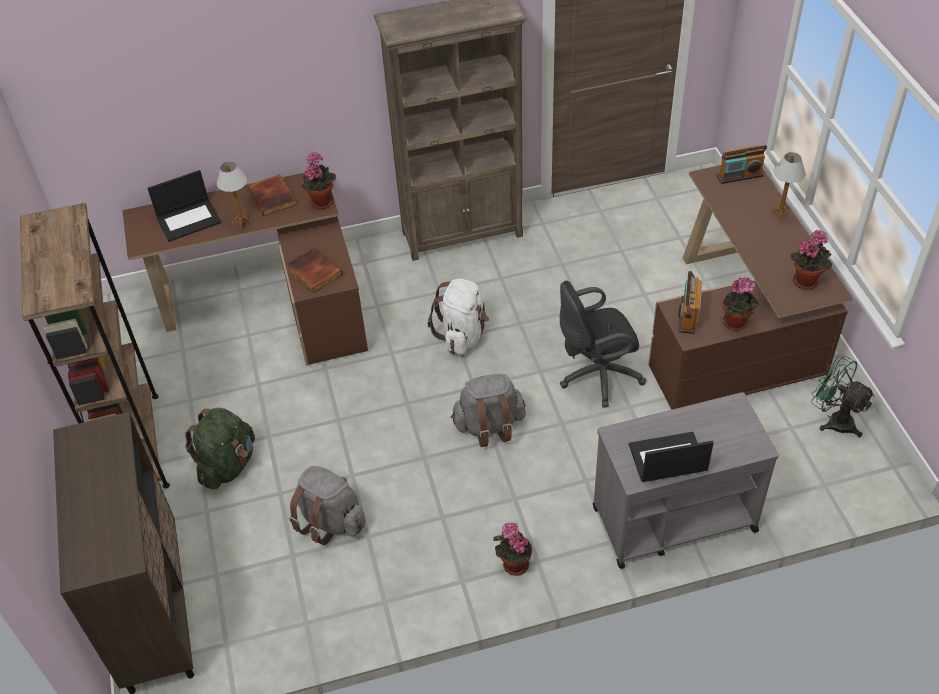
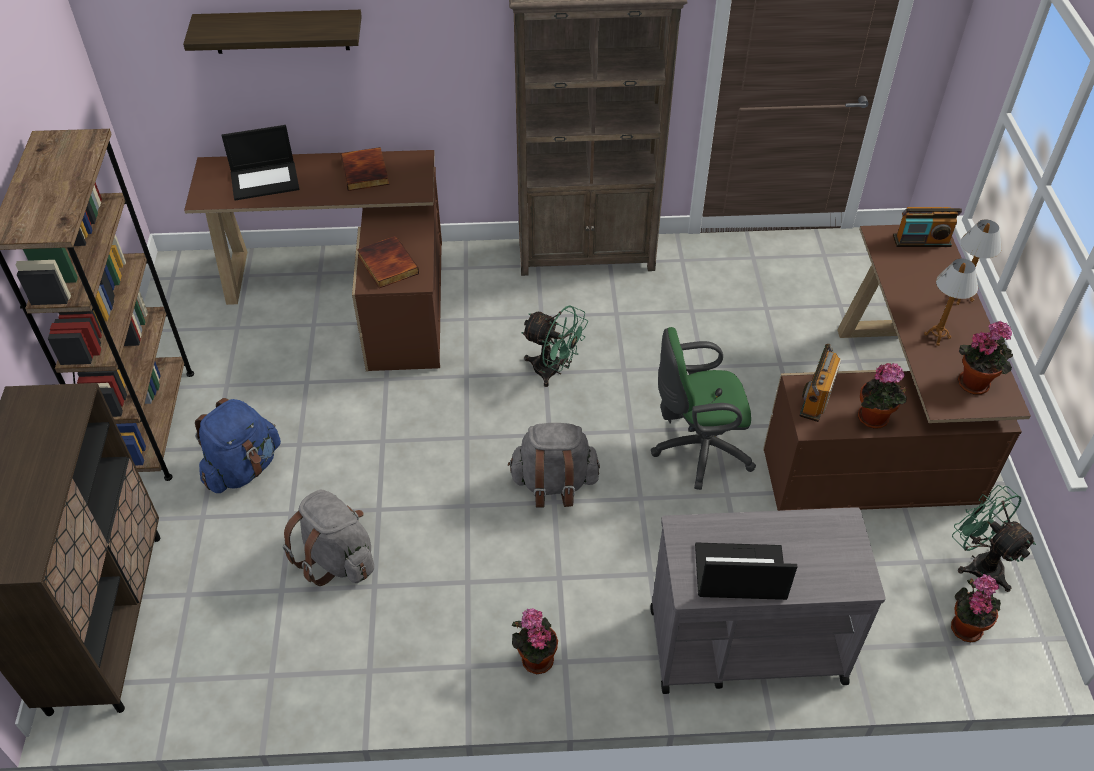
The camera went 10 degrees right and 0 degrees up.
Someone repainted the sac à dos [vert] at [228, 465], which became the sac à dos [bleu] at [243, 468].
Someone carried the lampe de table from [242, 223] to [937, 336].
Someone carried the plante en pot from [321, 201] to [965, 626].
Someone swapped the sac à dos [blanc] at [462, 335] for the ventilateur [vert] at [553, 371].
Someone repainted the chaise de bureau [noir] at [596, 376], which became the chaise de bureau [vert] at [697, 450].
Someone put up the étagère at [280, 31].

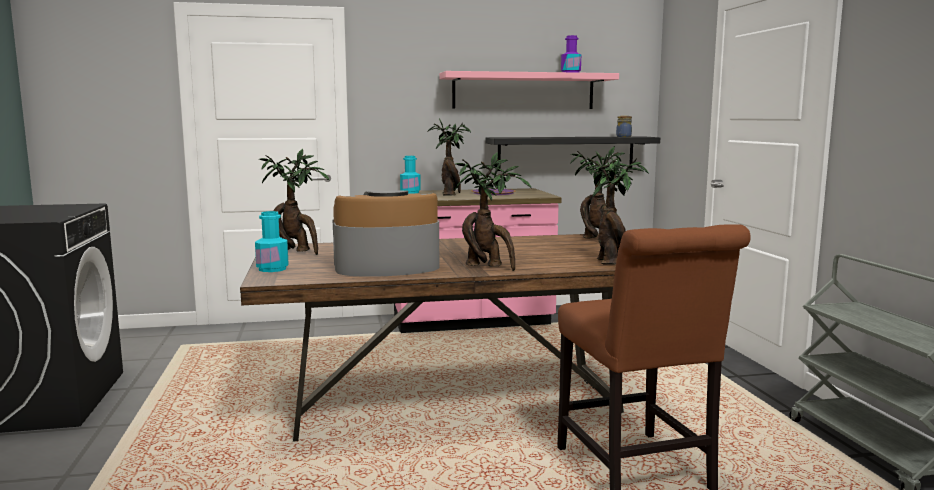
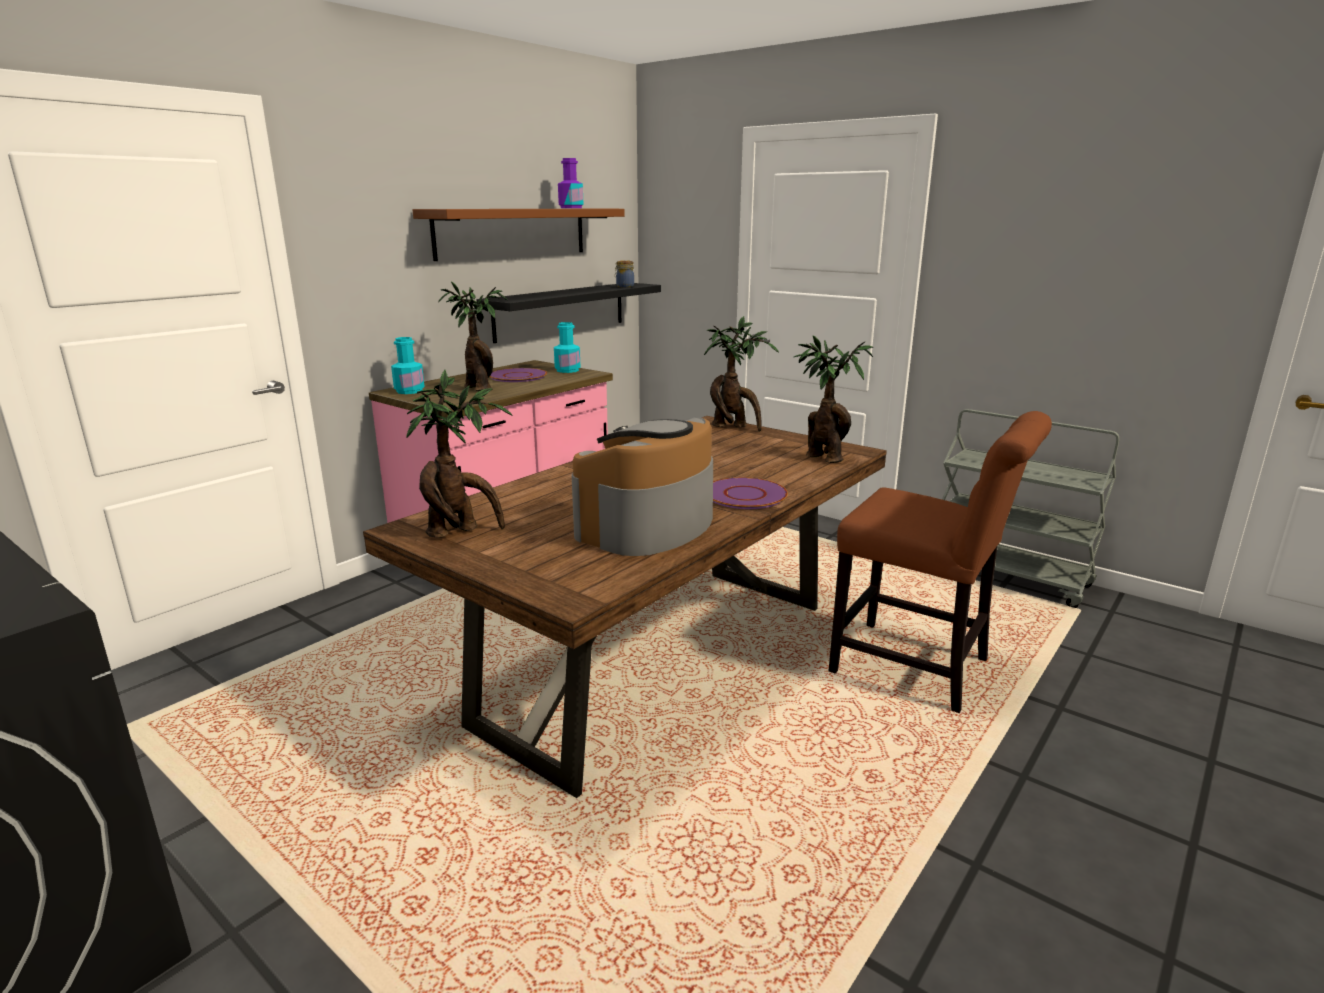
The camera went 40 degrees left and 10 degrees up.
Someone carried the bouteille [turquoise] from [272, 269] to [567, 370].
Someone repainted the étagère [rose] at [523, 91], which became the étagère [marron] at [512, 232].
Someone swapped the plante en pot at [488, 266] for the assiette [violet] at [744, 495].

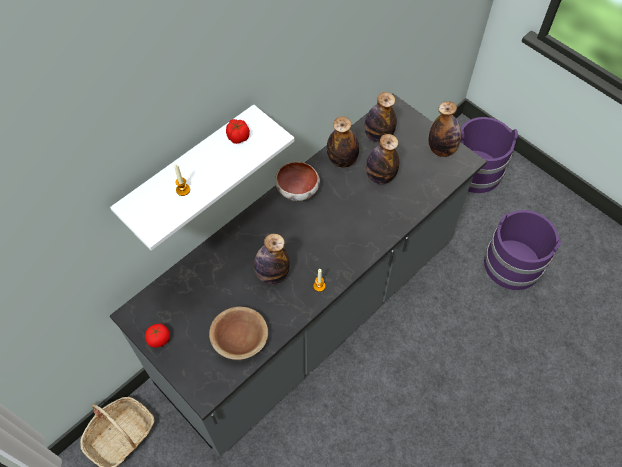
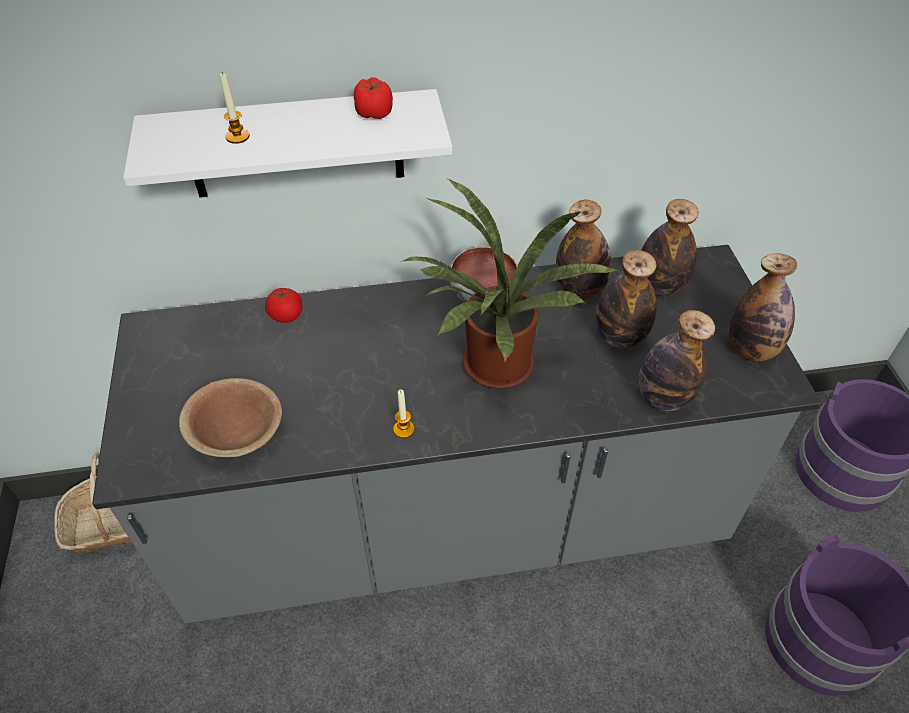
The camera went 35 degrees right and 10 degrees down.
Someone carried the tomate from [159, 339] to [286, 315].
Someone carried the bouteille from [272, 274] to [663, 397].
Someone put down the plante en pot at [494, 370].

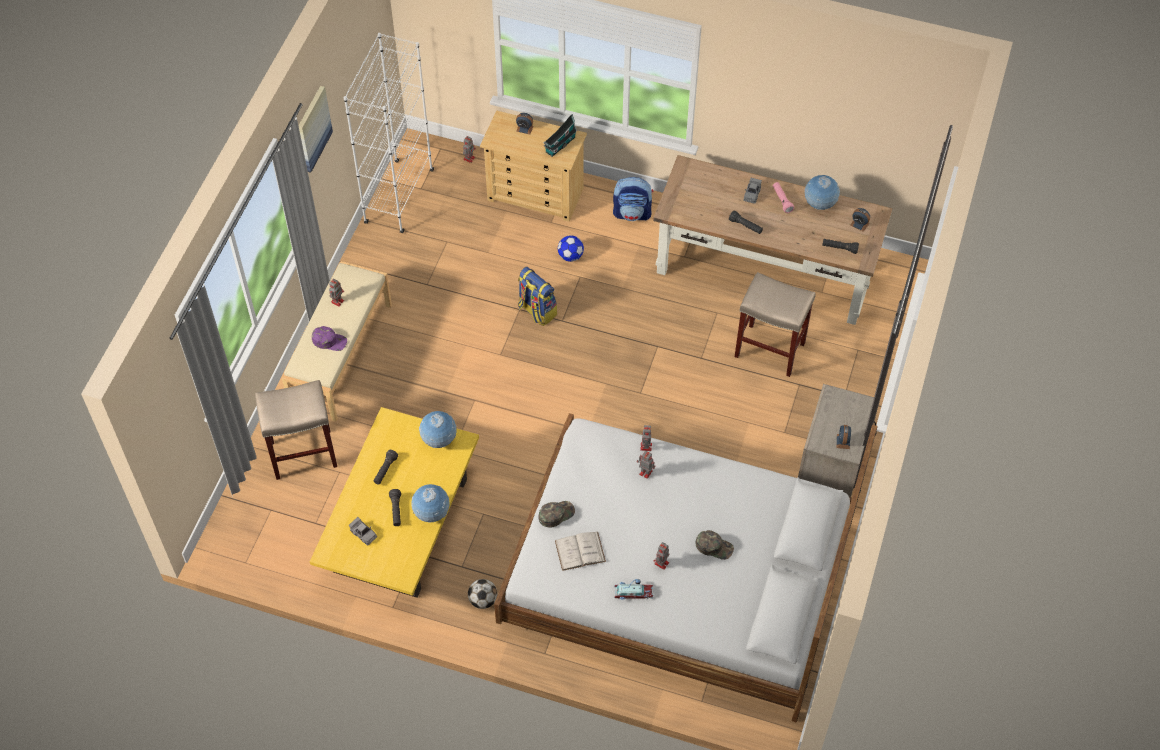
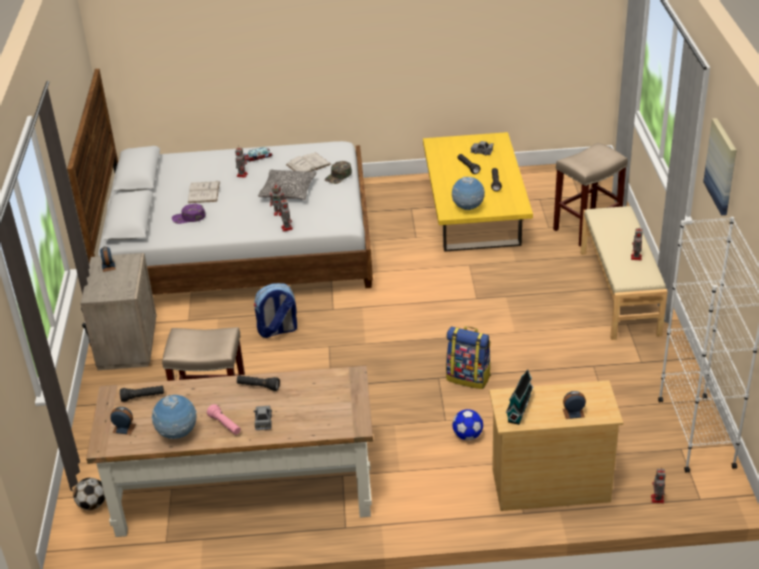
The camera went 160 degrees right and 20 degrees down.
Someone carried the casquette [violet] from [329, 341] to [188, 217].
Someone took away the globe at [432, 513].
Someone carried the ballon de foot from [483, 600] to [92, 505].
Someone carried the sac à dos from [632, 213] to [277, 330].
Someone swapped the casquette [vert] at [714, 546] for the livre [blanc] at [203, 192].
Someone put down the coussin at [288, 191].

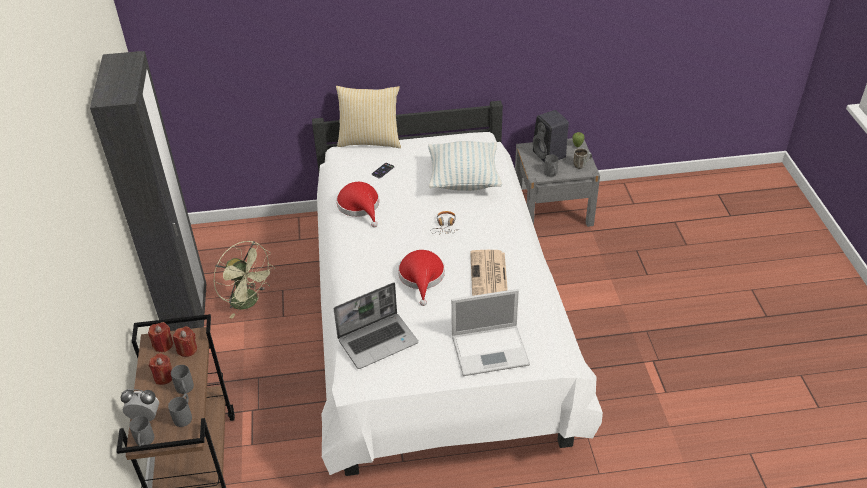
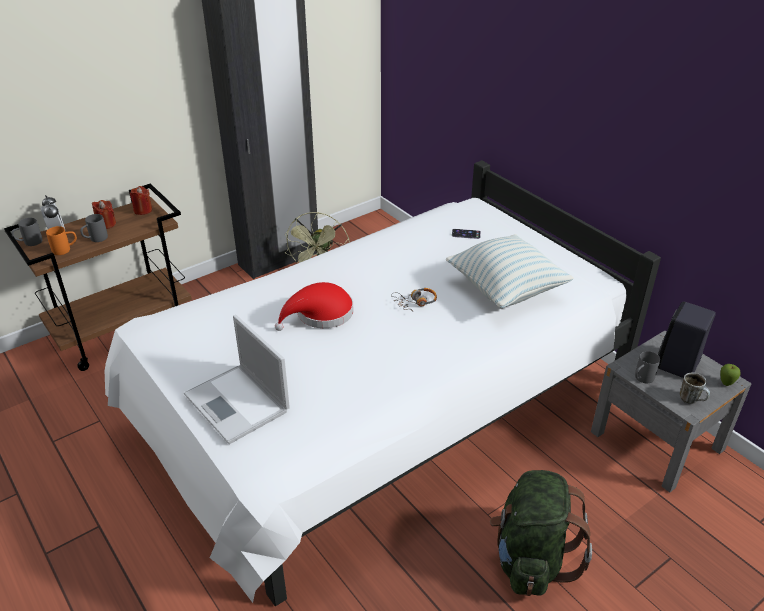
The camera went 60 degrees right and 5 degrees down.
Someone repainted the mug [gris] at [184, 415], which became the mug [orange] at [65, 250].
Someone took away the bougie [rouge] at [187, 349].
Someone took away the ordinateur portable at [378, 341].
Someone took away the coussin at [370, 141].
Someone took away the chapeau [rouge] at [360, 206].
Someone took away the journal at [489, 276].
Someone put down the sac à dos [vert] at [531, 559].

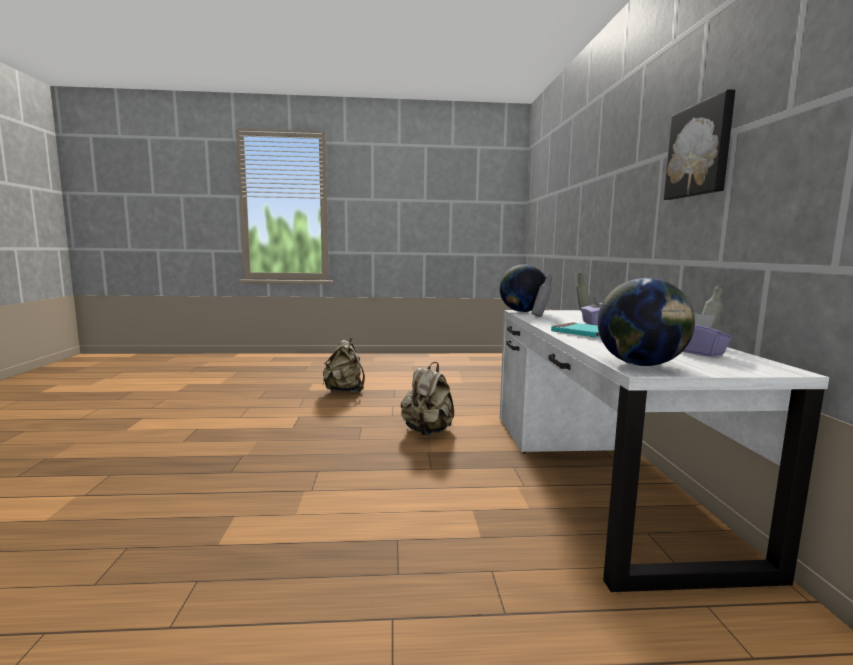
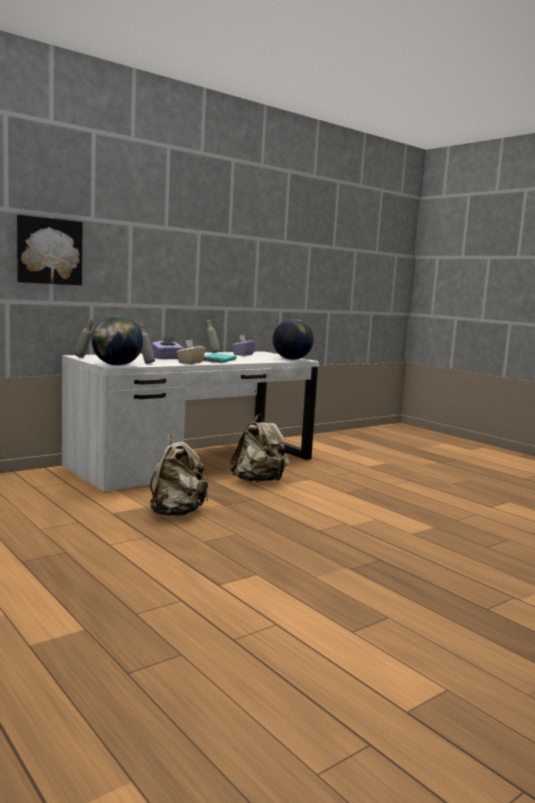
The camera went 125 degrees left and 0 degrees up.
Someone carried the sac à dos [beige] from [344, 391] to [259, 481].
Someone carried the tableau from [700, 150] to [49, 251].
Someone put down the boîte à mouchoirs [beige] at [190, 362].

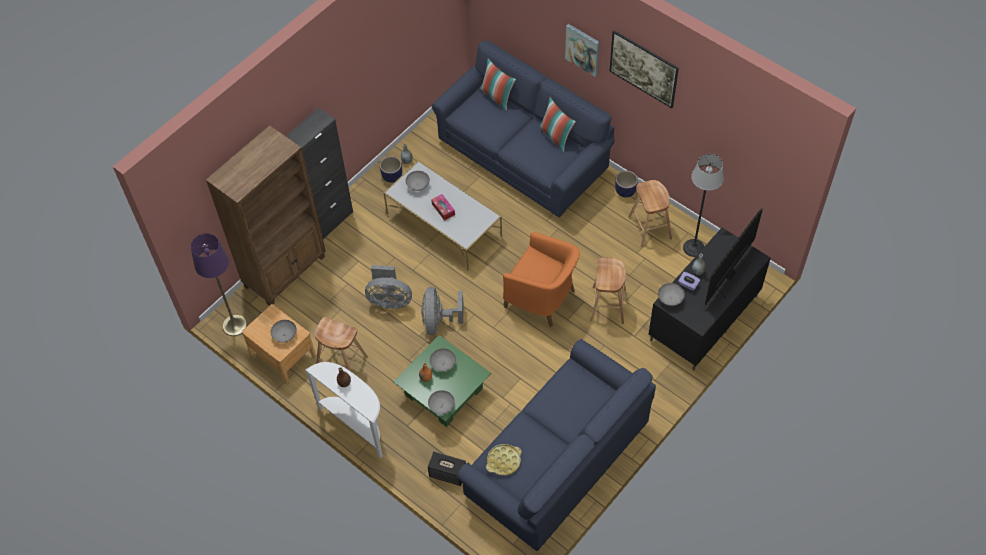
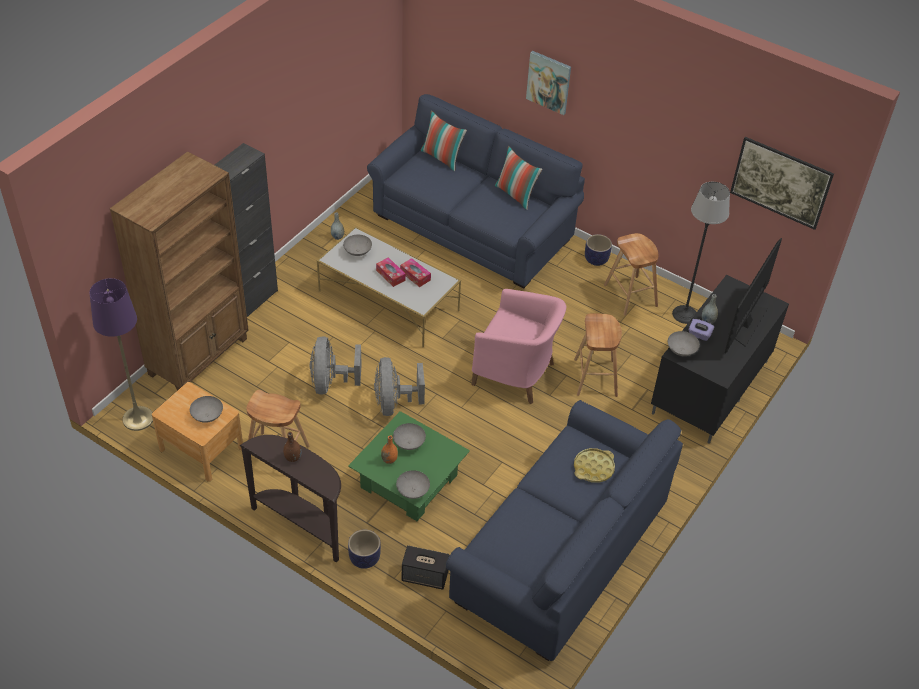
The camera went 10 degrees left and 10 degrees down.
Someone repainted the table console [blanc] at [356, 425], which became the table console [marron] at [302, 525].
Someone rotated the ventilateur [gris] at [389, 300] by 90 degrees clockwise.
Someone carried the cache-pot from [392, 176] to [364, 558].
Someone carried the plateau [jaune] from [504, 461] to [593, 468].
Someone repainted the fauteuil [orange] at [542, 298], which became the fauteuil [rose] at [515, 374].
Someone carried the tableau from [642, 78] to [776, 196].
Someone put down the boîte à mouchoirs at [415, 276].

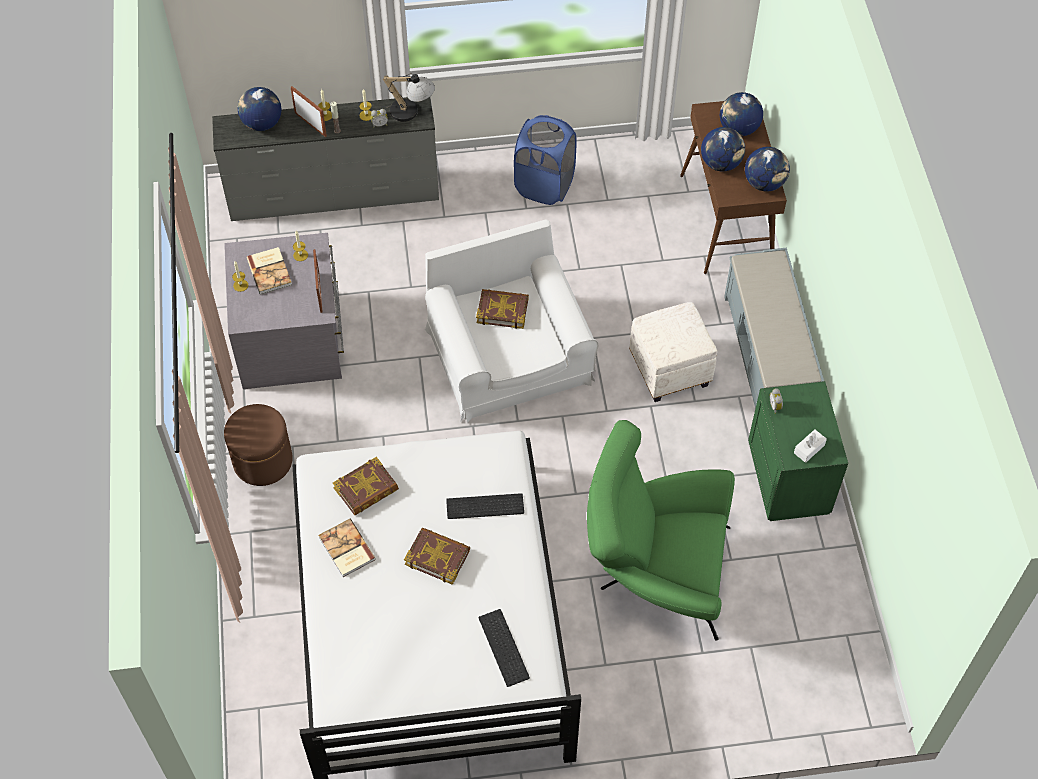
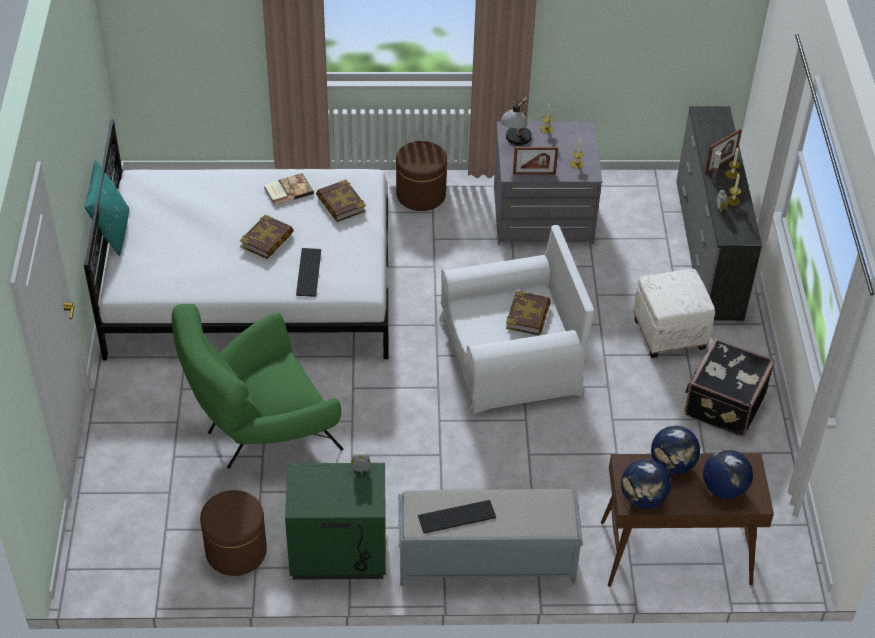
The camera went 95 degrees right and 10 degrees down.
Someone took away the globe at [262, 123].
Someone took away the livre at [270, 271].
Someone carried the lampe de table from [411, 113] to [516, 141].
Someone carried the clavier from [505, 648] to [456, 518].
Someone swapped the panier à linge [bleu] at [544, 186] for the valise [noir] at [723, 403].
Someone rotated the fauteuil [vert] at [654, 572] by 135 degrees counterclockwise.
Someone carried the pouf [blanc] from [670, 371] to [668, 334].
Someone took away the boîte à mouchoirs [blanc] at [809, 449].
Someone put down the coussin [turquoise] at [112, 231].
Someone put down the pouf [marron] at [236, 551].

